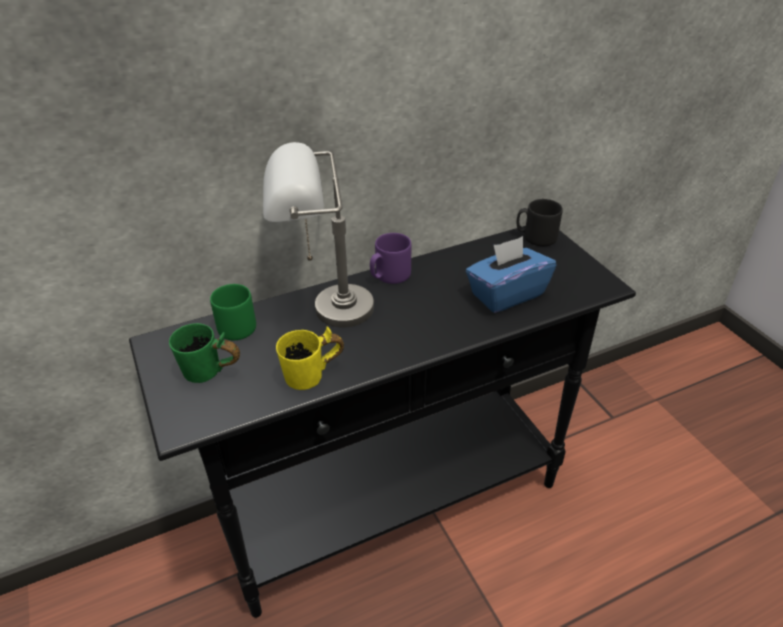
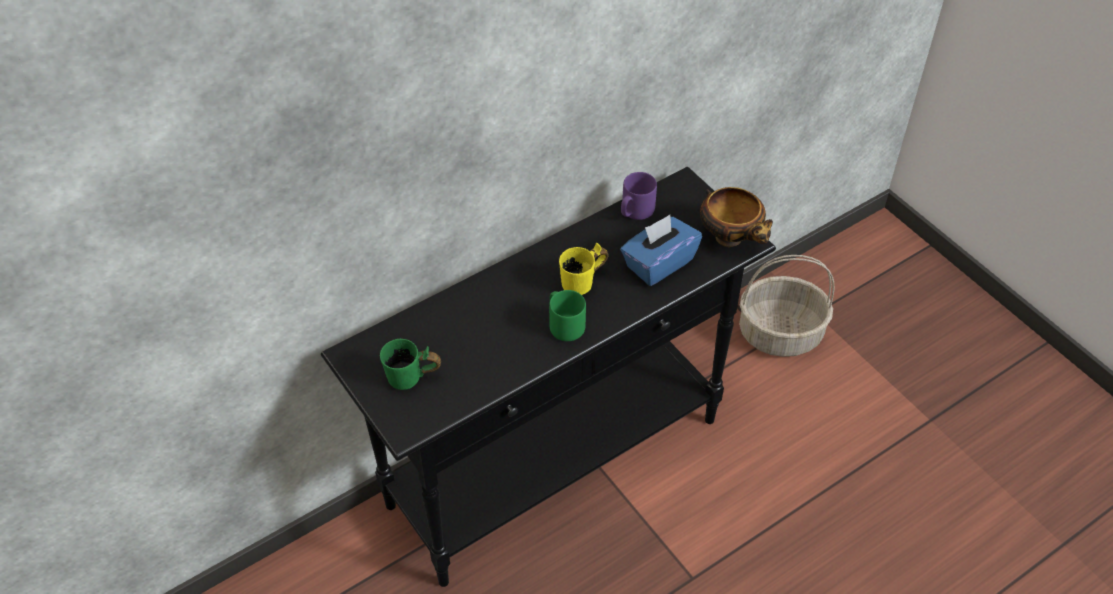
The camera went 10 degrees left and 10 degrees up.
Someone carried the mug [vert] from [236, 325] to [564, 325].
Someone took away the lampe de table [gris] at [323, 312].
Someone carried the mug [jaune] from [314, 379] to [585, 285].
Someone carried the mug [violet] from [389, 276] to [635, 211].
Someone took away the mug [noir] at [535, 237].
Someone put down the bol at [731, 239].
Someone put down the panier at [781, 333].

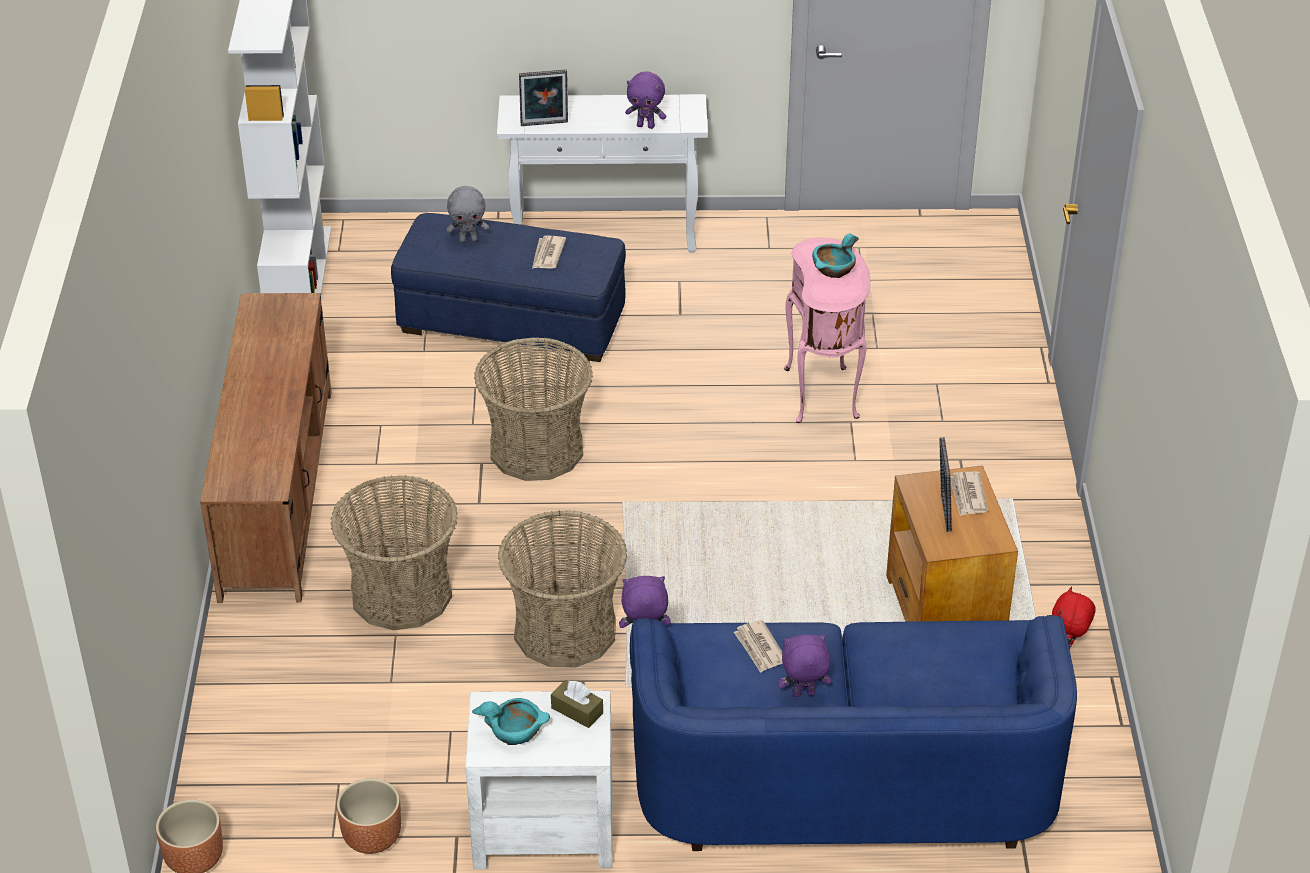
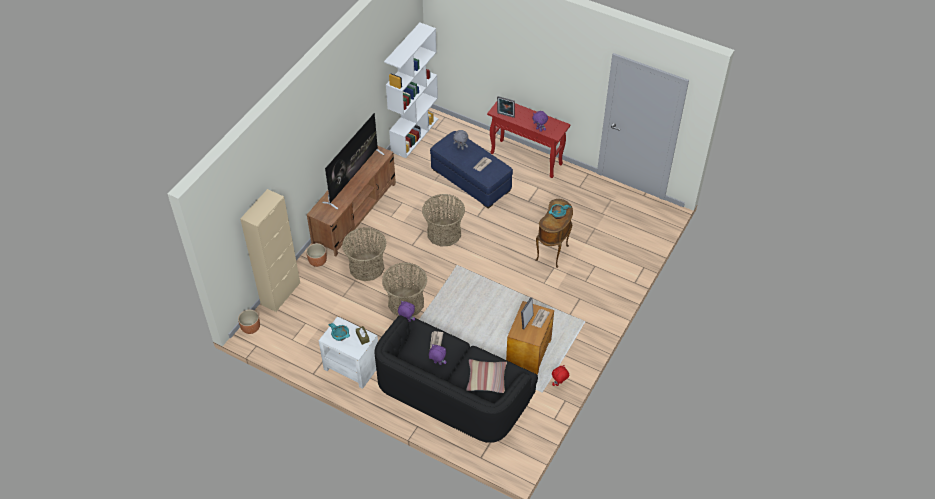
The camera went 30 degrees right and 10 degrees up.
Someone carried the cache-pot [marron] from [373, 838] to [317, 261].
Someone repainted the table console [blanc] at [606, 236], which became the table console [rouge] at [527, 159].
Someone repainted the canapé [bleu] at [843, 777], which became the canapé [noir] at [452, 393].
Someone repainted the table d'appoint [rose] at [824, 394], which became the table d'appoint [marron] at [553, 253].
Someone put down the meuble de rangement [beige] at [280, 293].
Someone put down the téléviseur at [353, 177].
Someone put down the coussin at [486, 379].

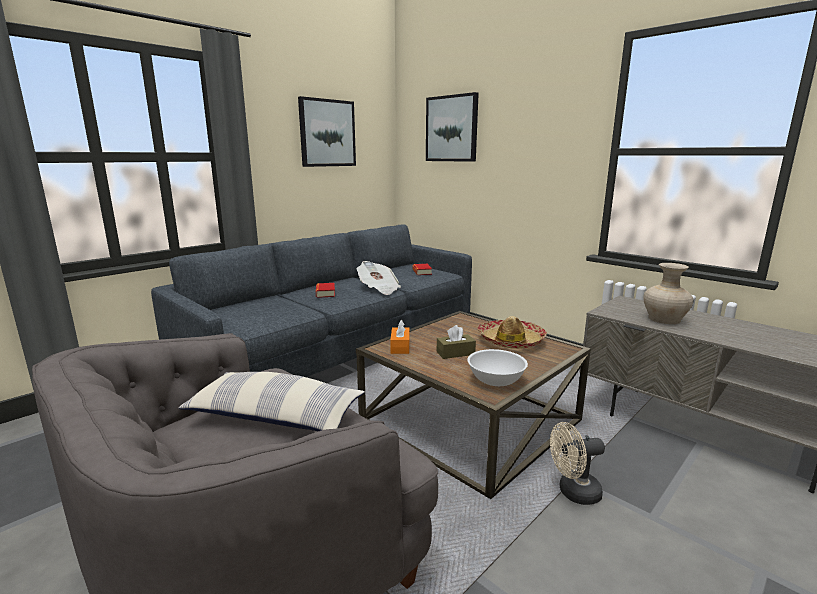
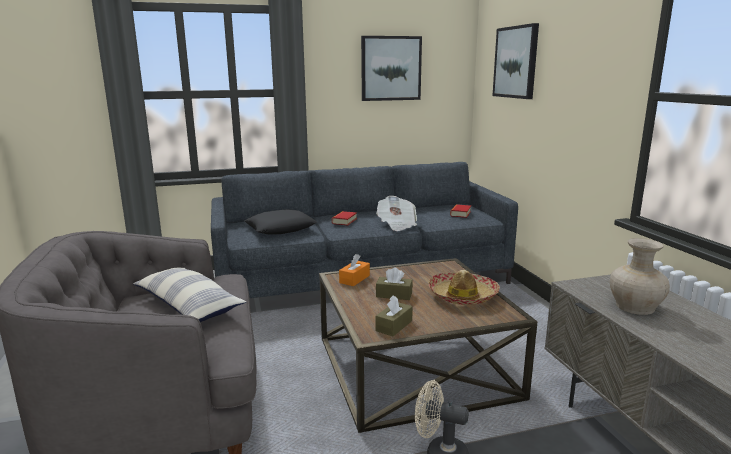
The camera went 30 degrees right and 0 degrees up.
Someone swapped the bol [blanc] at [496, 381] for the boîte à mouchoirs [marron] at [394, 326].
Someone put down the coussin [noir] at [281, 228].

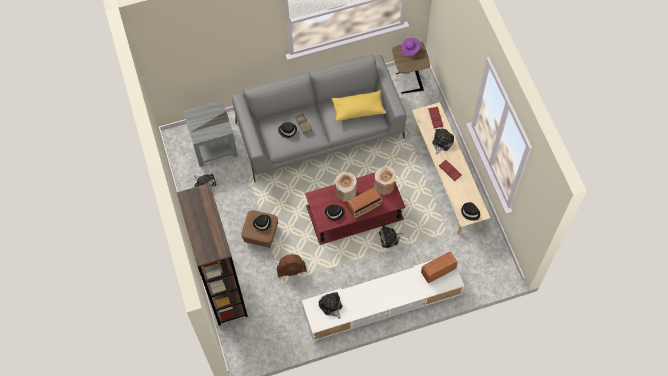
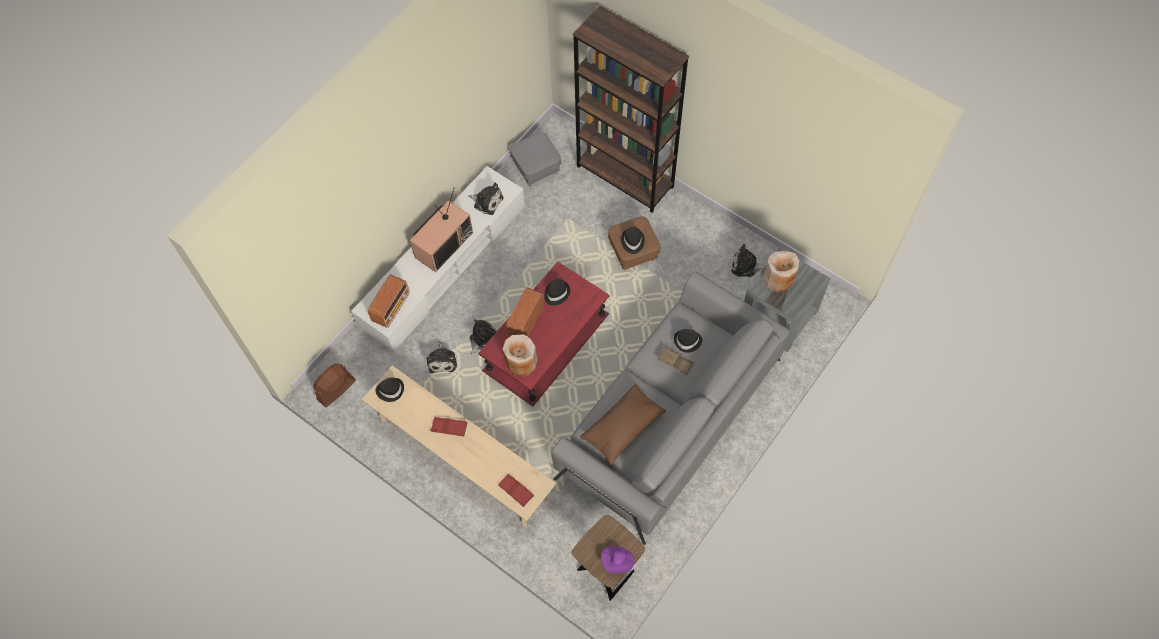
The camera went 145 degrees right and 0 degrees up.
Someone carried the ventilateur [marron] from [291, 270] to [336, 390].
Someone repainted the coussin [jaune] at [358, 109], which became the coussin [marron] at [623, 428].
Someone carried the vase [beige] from [345, 192] to [778, 278].
Someone carried the peluche from [442, 142] to [442, 360].
Someone put down the téléviseur at [443, 244].
Someone put down the pouf [gris] at [536, 168].

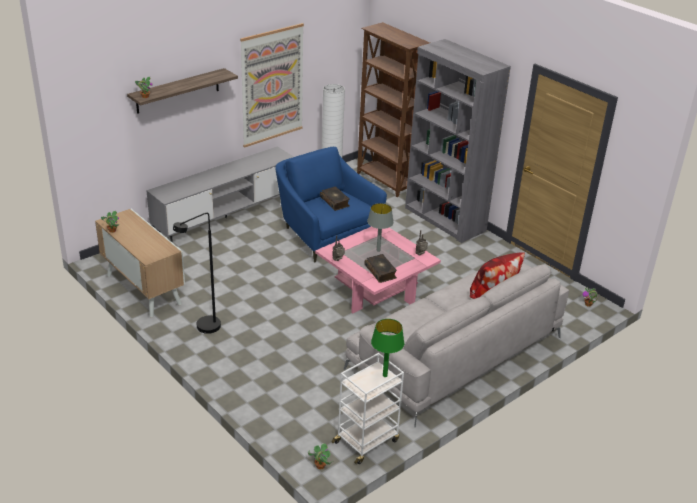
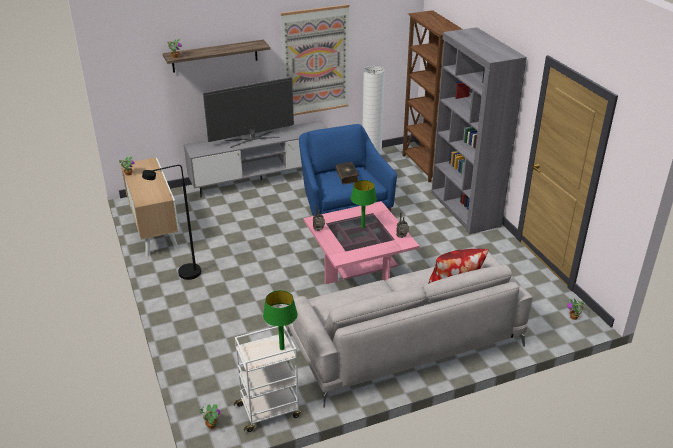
The camera went 20 degrees right and 0 degrees up.
Someone took away the livre at [381, 272].
Someone repainted the lampe de table [gris] at [378, 250], which became the lampe de table [vert] at [363, 227].
Someone put down the téléviseur at [252, 138].

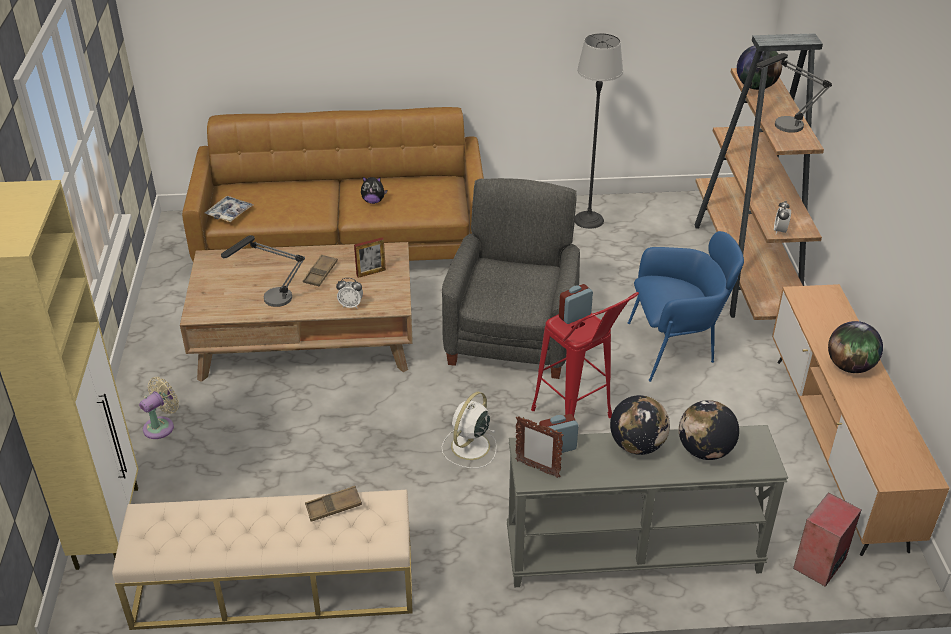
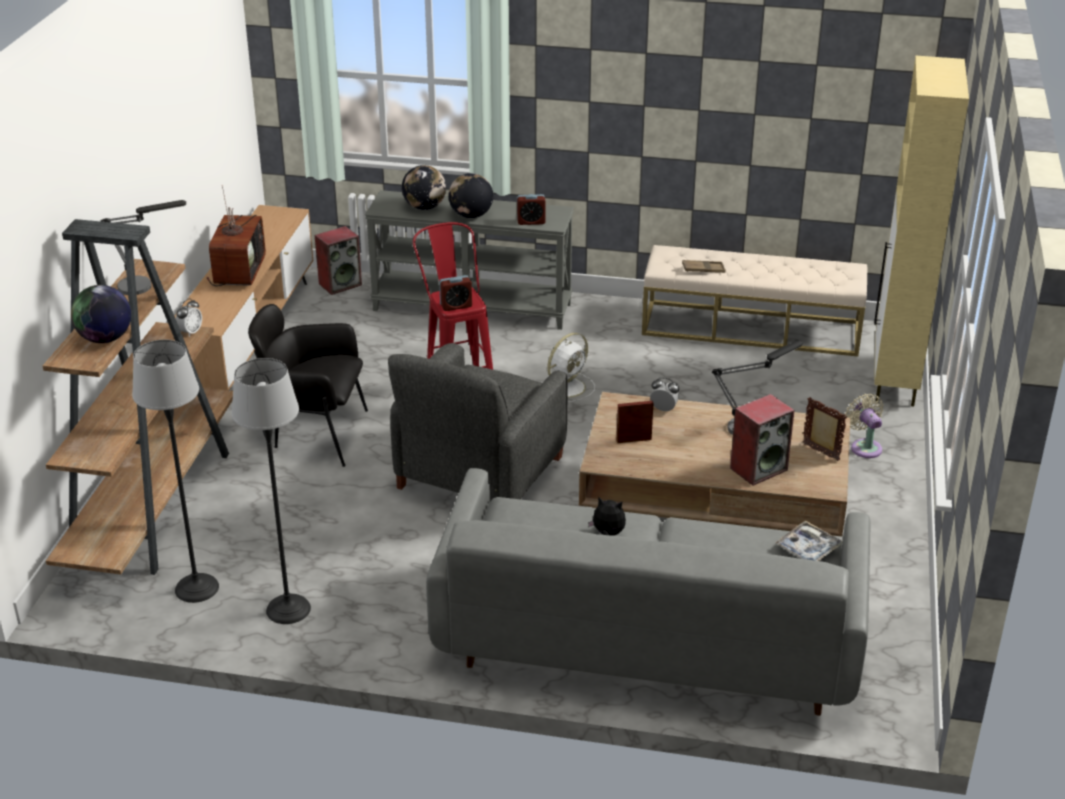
The camera went 165 degrees left and 5 degrees down.
Someone rotated the ventilateur [beige] at [161, 426] by 105 degrees clockwise.
Someone repainted the canapé [marron] at [343, 240], which became the canapé [gris] at [648, 637].
Someone took away the plateau [marron] at [320, 273].
Someone carried the cadre photo from [537, 469] to [821, 452].
Someone repainted the fauteuil [bleu] at [676, 348], which became the fauteuil [noir] at [315, 434].
Someone swapped the globe at [850, 366] for the téléviseur at [238, 271].
Someone put down the lampadaire at [196, 588].
Someone put down the enceinte at [758, 468].

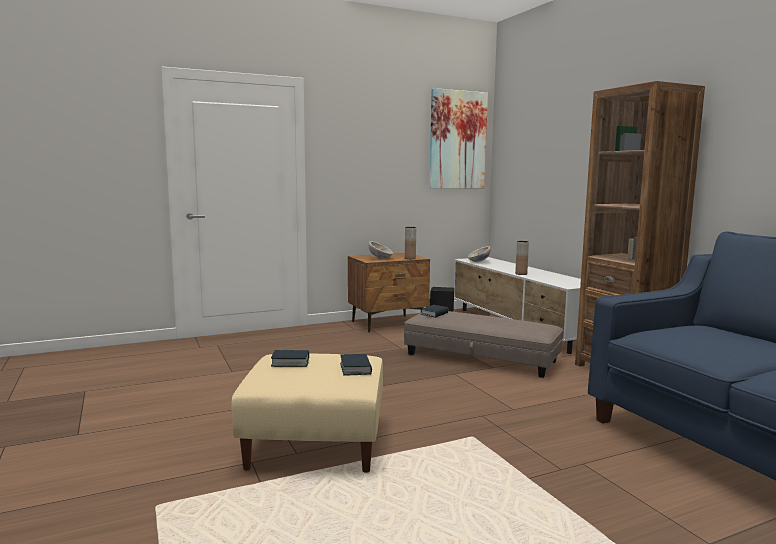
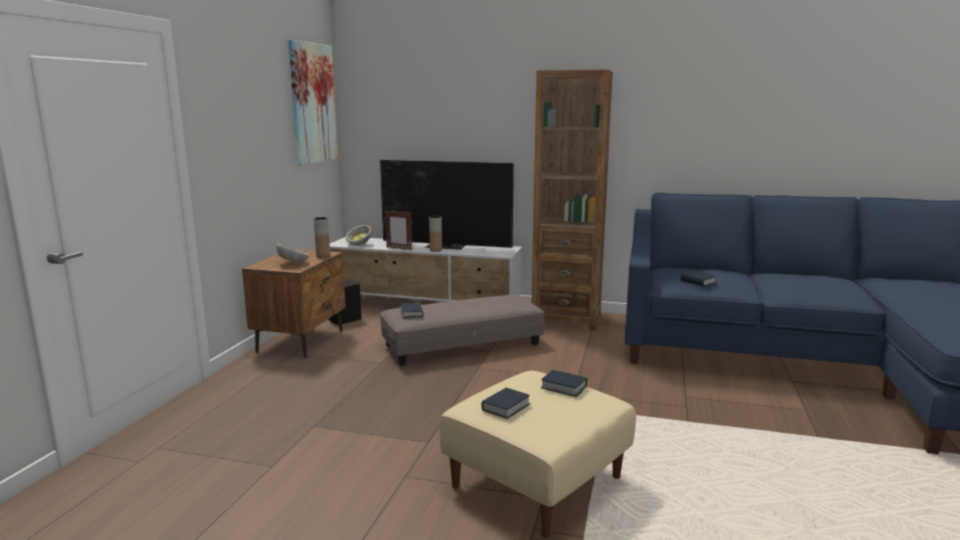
The camera went 50 degrees left and 5 degrees up.
Someone put down the téléviseur at [446, 246].
Someone put down the cadre photo at [399, 249].
Someone put down the livre at [697, 282].

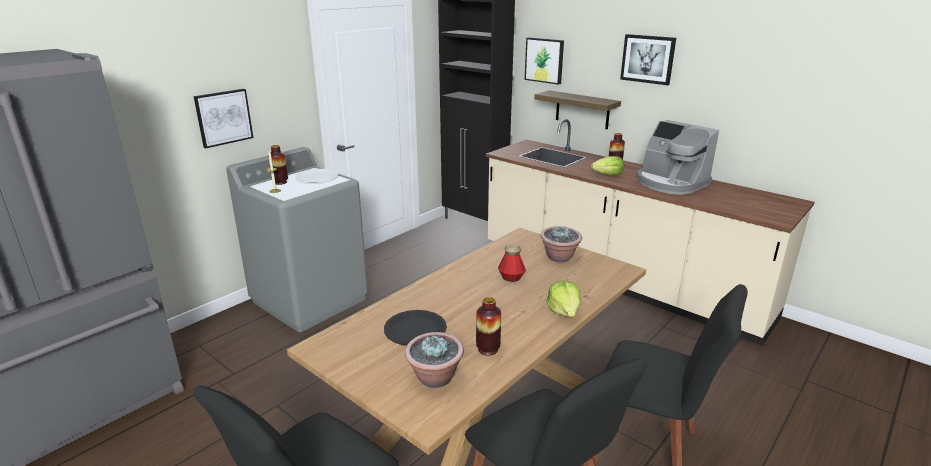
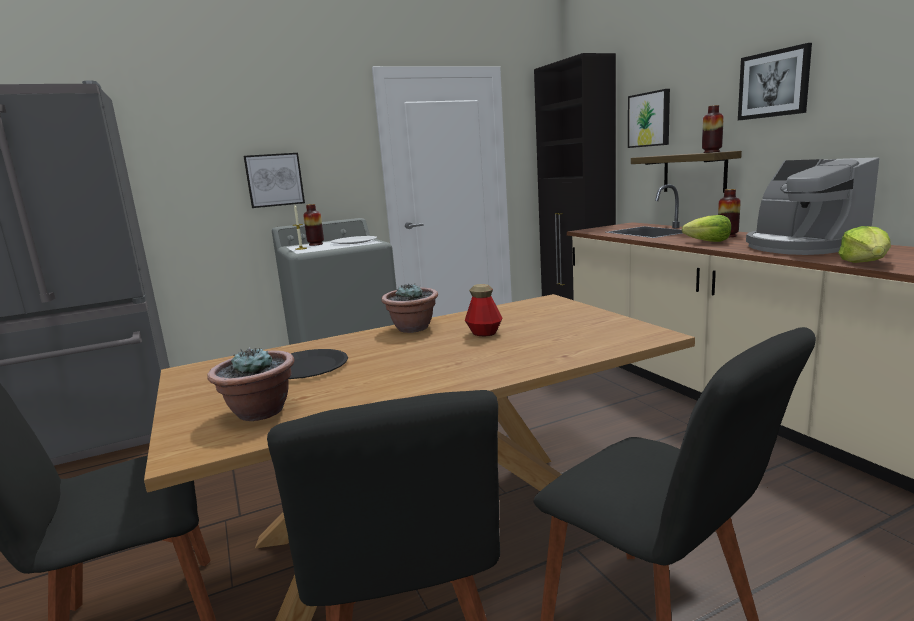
The camera went 25 degrees right and 10 degrees down.
Someone carried the vase from [488, 349] to [711, 152].
Someone carried the plante en pot from [559, 257] to [413, 328].
Someone carried the laitue from [564, 311] to [865, 262].

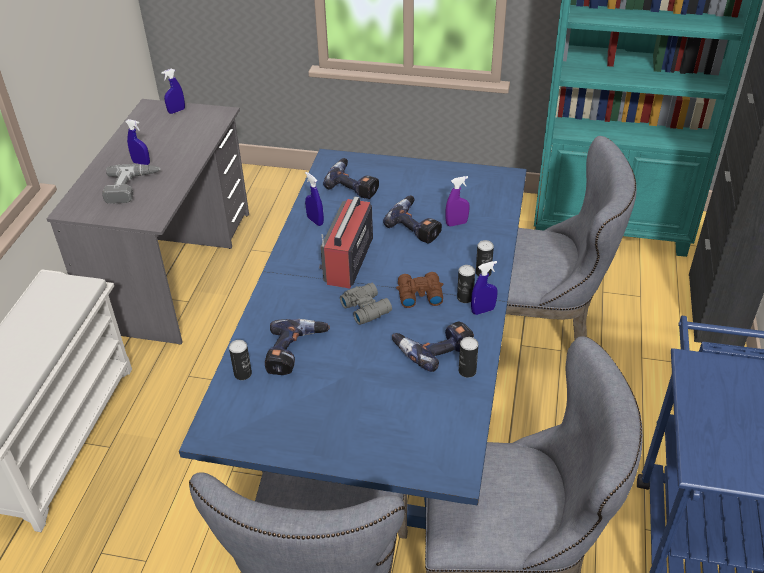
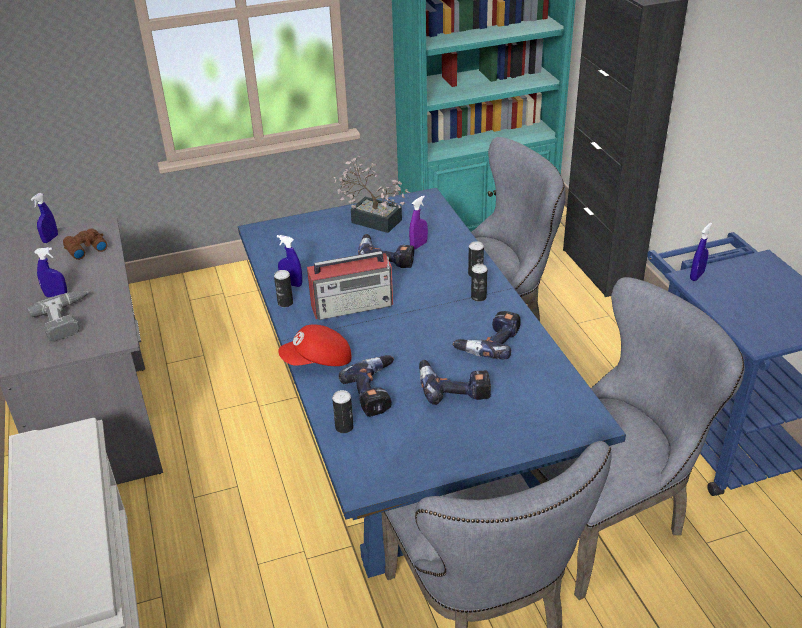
The camera went 30 degrees left and 5 degrees down.
Someone rotated the radio at [348, 261] by 90 degrees counterclockwise.
Someone carried the perceuse from [354, 185] to [454, 388].
Someone took away the jumelles [gris] at [366, 308].
Someone carried the jumelles [marron] from [419, 294] to [85, 249].
Someone carried the boîte métallique from [467, 371] to [285, 303].
Someone carried the vaporisateur [bleu] from [483, 310] to [696, 276].
Someone put down the casquette [rouge] at [318, 361].
Someone put down the plante en pot at [371, 219].

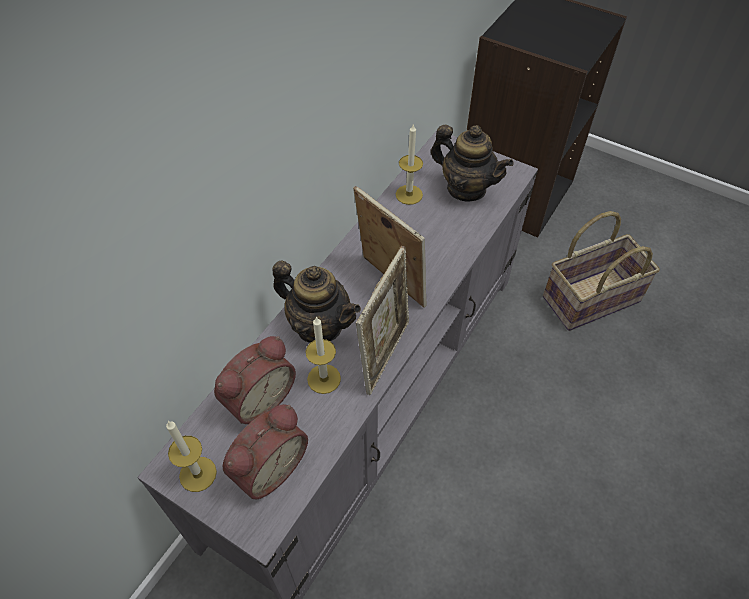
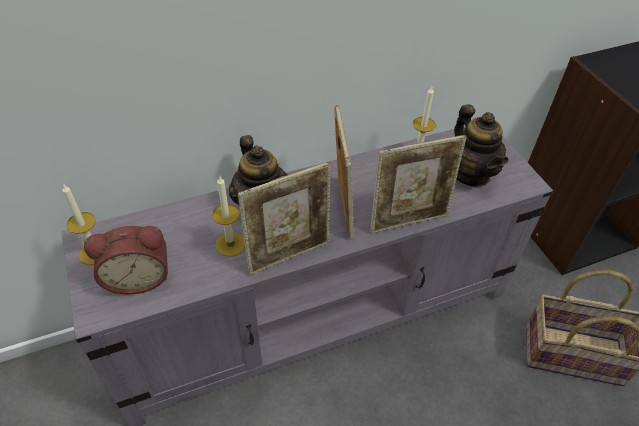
The camera went 35 degrees right and 5 degrees down.
Someone took away the réveil at [257, 398].
Someone put down the cadre photo at [408, 220].

